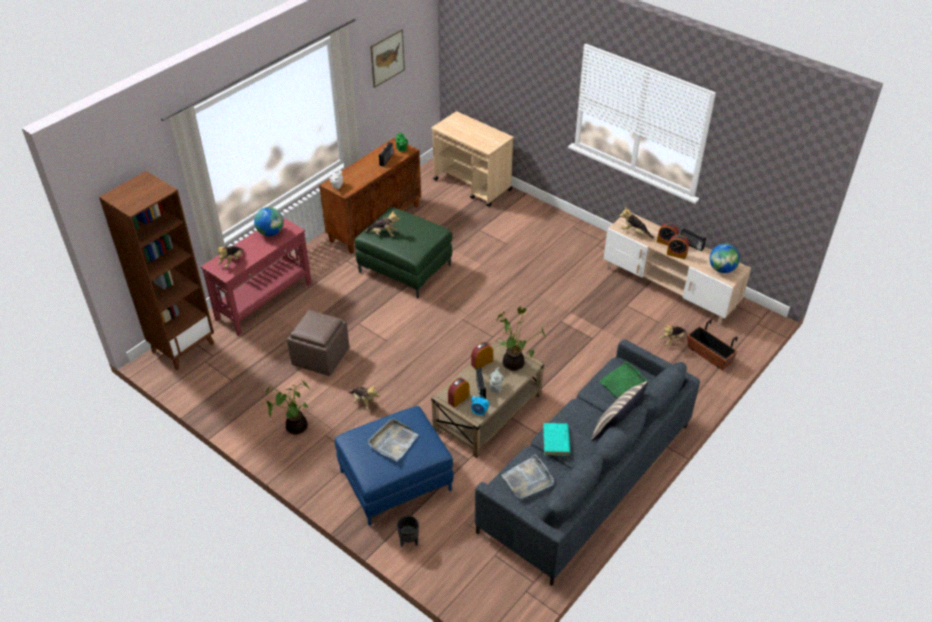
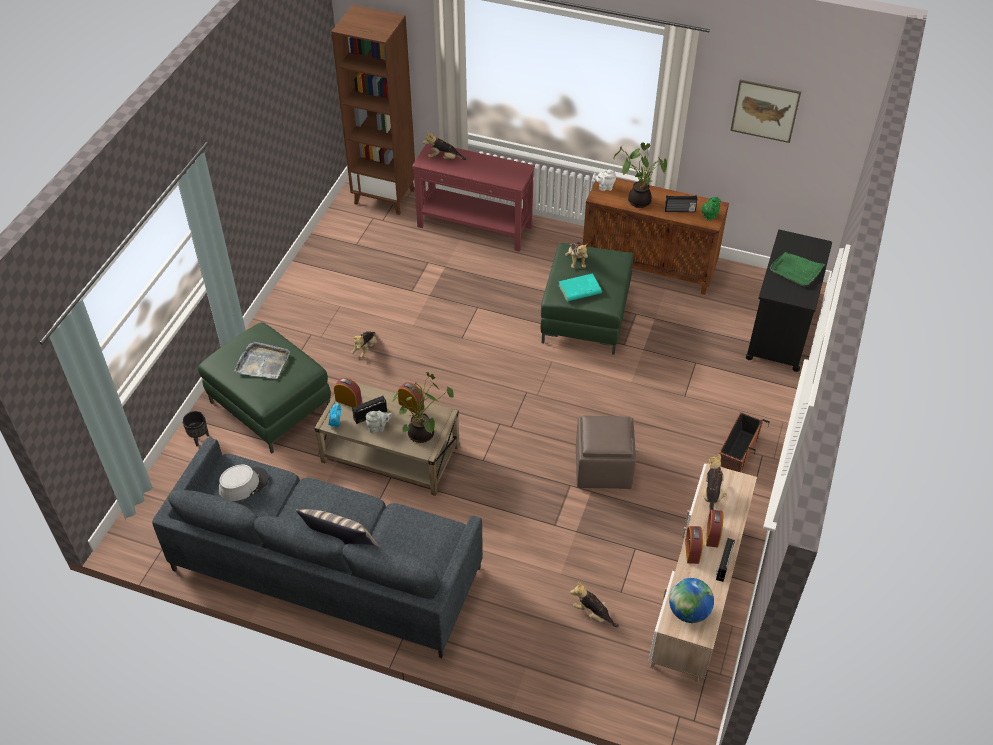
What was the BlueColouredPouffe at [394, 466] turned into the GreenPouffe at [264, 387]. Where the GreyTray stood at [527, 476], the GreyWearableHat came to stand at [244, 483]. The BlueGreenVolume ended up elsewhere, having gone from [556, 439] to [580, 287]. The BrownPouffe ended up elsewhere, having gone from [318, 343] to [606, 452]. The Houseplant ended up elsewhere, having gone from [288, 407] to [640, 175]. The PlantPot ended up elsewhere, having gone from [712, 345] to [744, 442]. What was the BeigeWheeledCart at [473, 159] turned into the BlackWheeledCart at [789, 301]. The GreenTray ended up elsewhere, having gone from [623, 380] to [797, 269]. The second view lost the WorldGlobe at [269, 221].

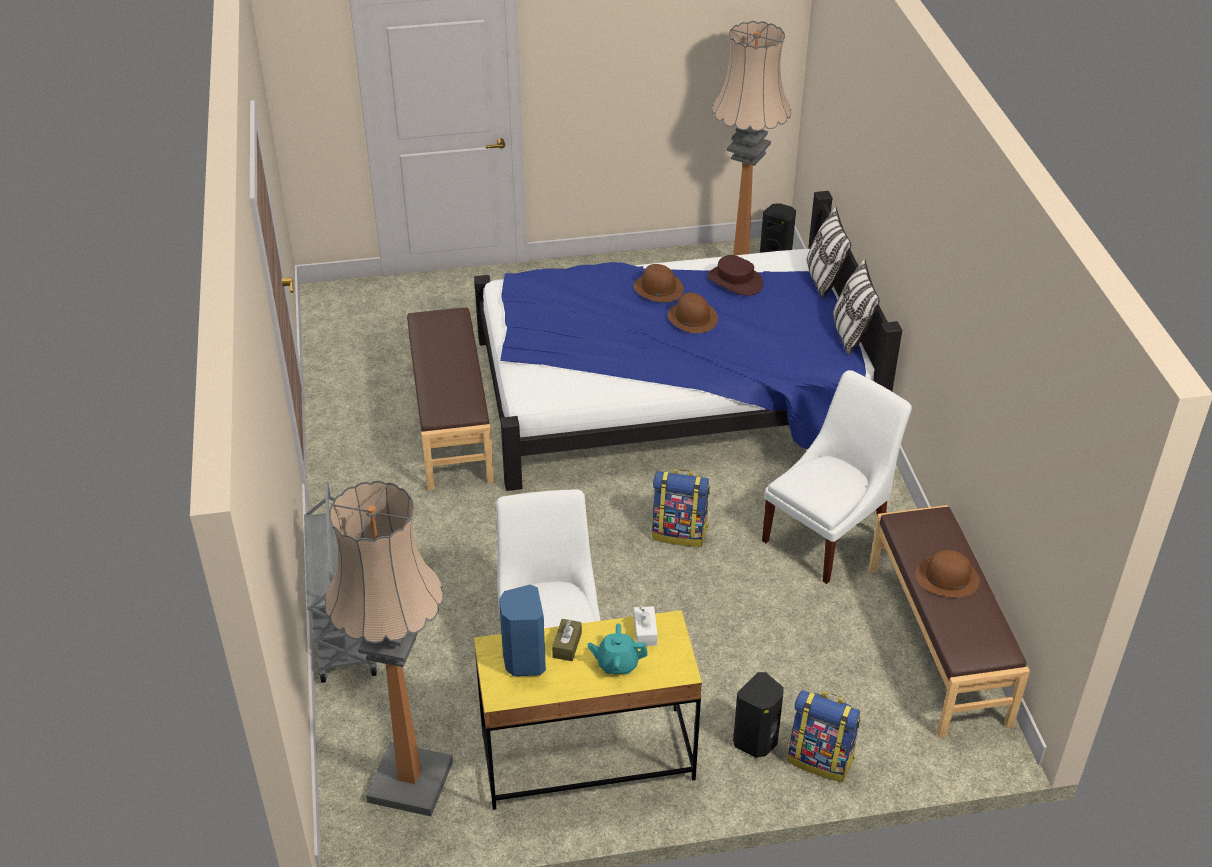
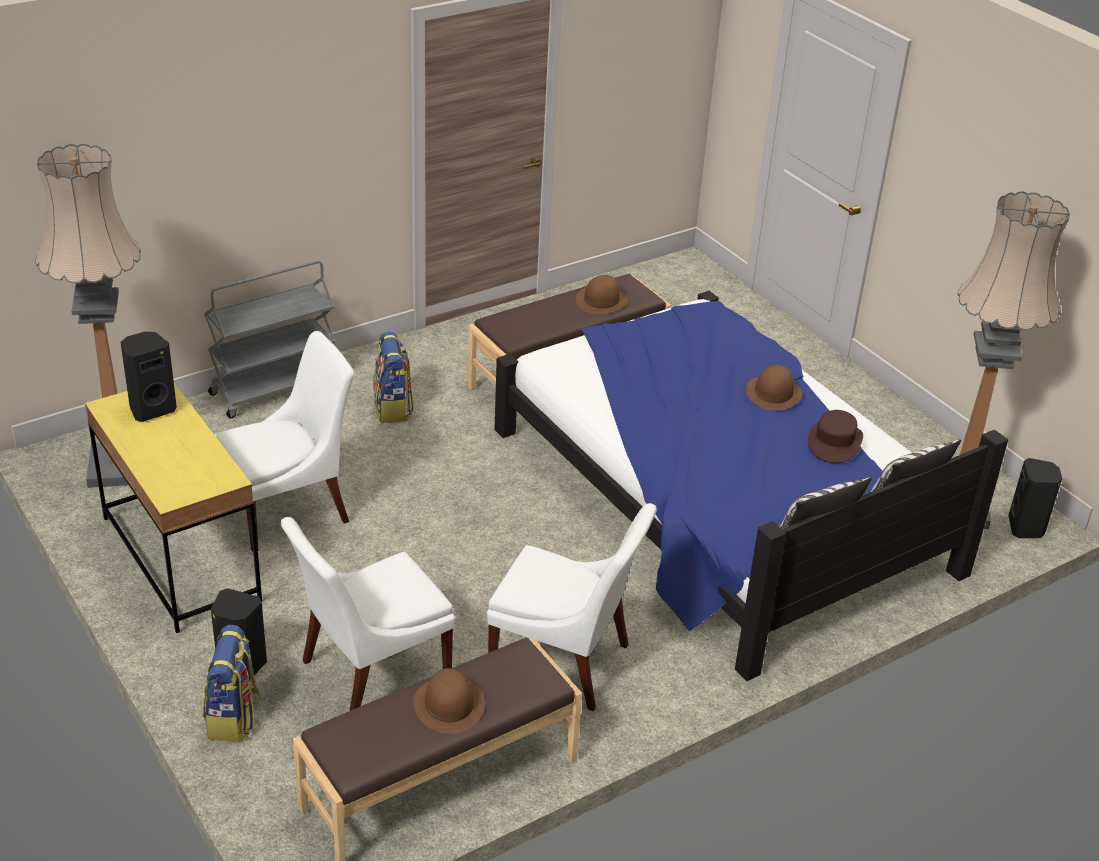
What was the BlueColouredAudioSpeaker at [522, 630] turned into the BlackAudioSpeaker at [148, 377]. The second view gained the WhitePlainChair at [368, 614]. The Rucksack ended up elsewhere, having gone from [681, 508] to [393, 377]. The BrownWearableHat ended up elsewhere, having gone from [693, 313] to [602, 294]. The second view lost the BrownTissueHolder at [567, 640]. The second view lost the BlueGreenTeapot at [618, 648]. The second view lost the WhiteTissueHolder at [646, 626].

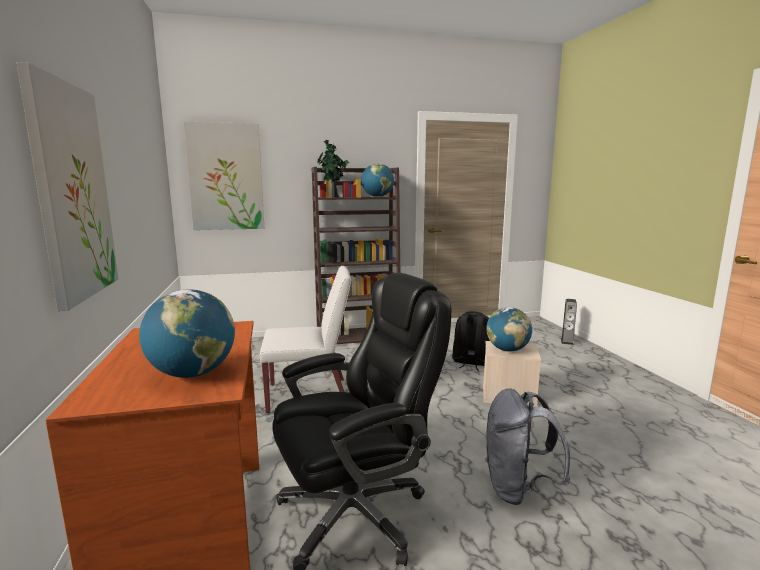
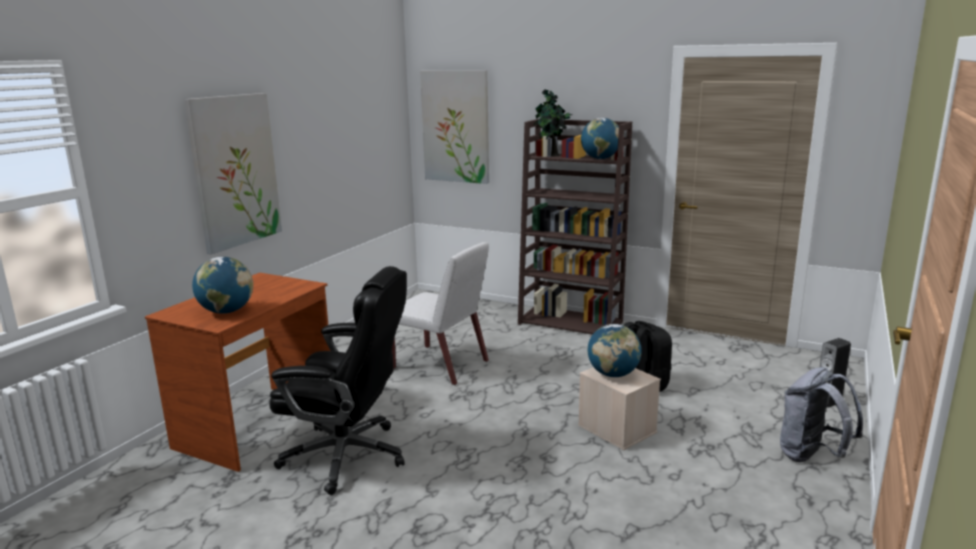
The GreyRucksack ended up elsewhere, having gone from [528, 446] to [821, 414].

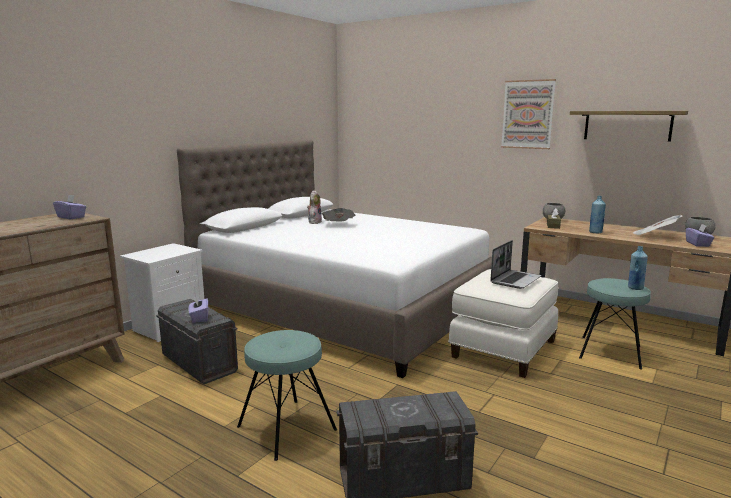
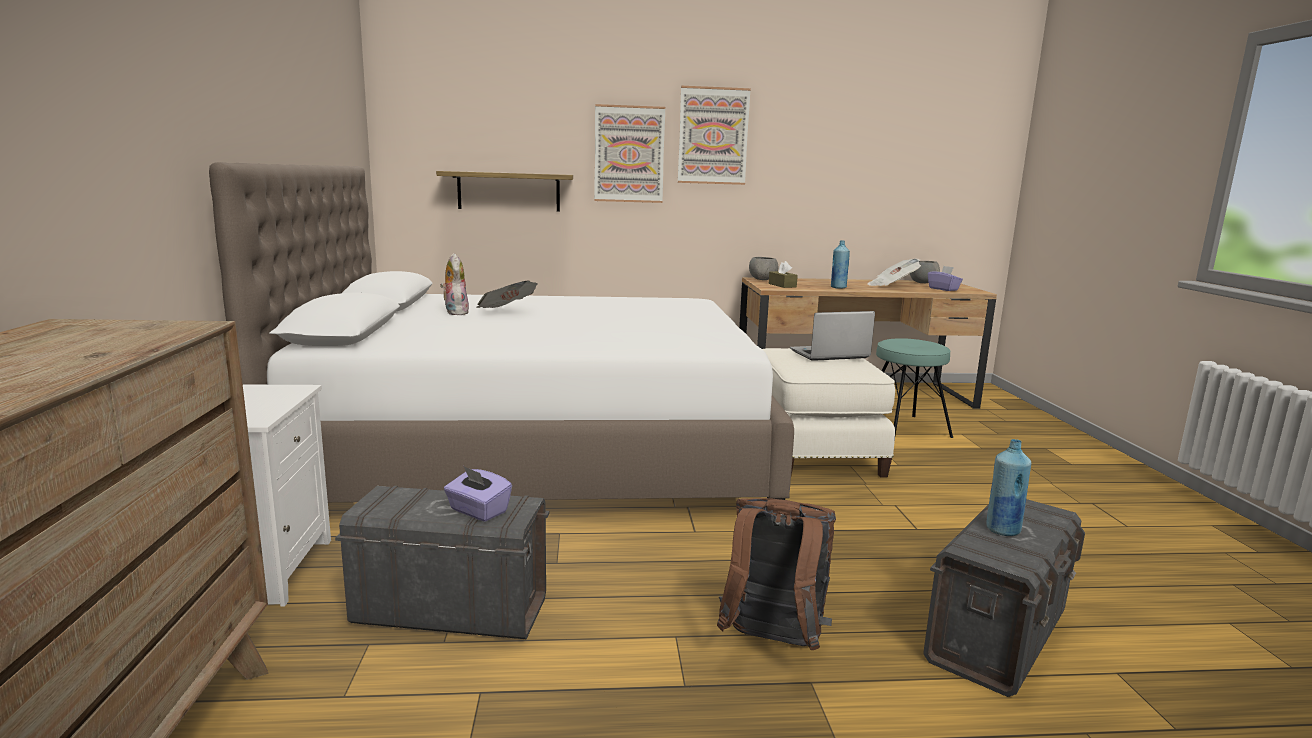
The BracketShelf ended up elsewhere, having gone from [629, 126] to [504, 191]. The second view gained the WallPicture at [629, 153]. Where the BlueGreenStool stood at [287, 395], the BrownRucksack came to stand at [776, 574]. The NotebookComputer at [515, 264] ended up facing another way, 105 degrees counterclockwise from before. The BlueColouredBeverageBottle ended up elsewhere, having gone from [638, 268] to [1008, 487]. The second view lost the PurpleColouredTissueHolder at [69, 207].

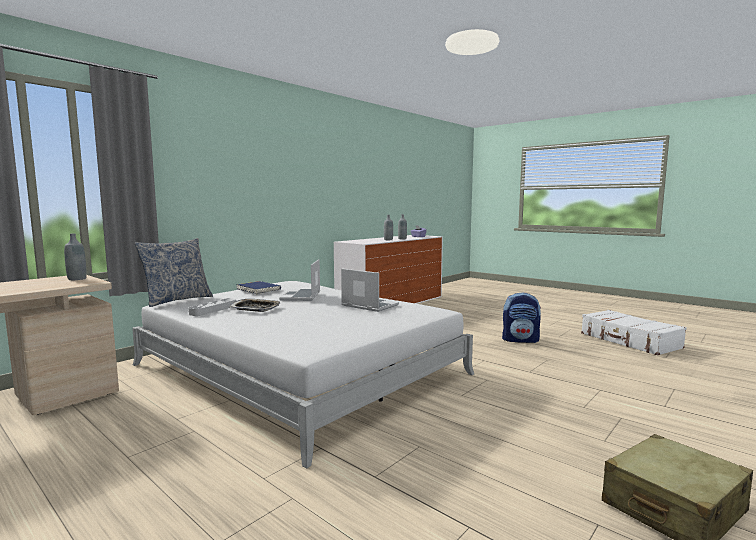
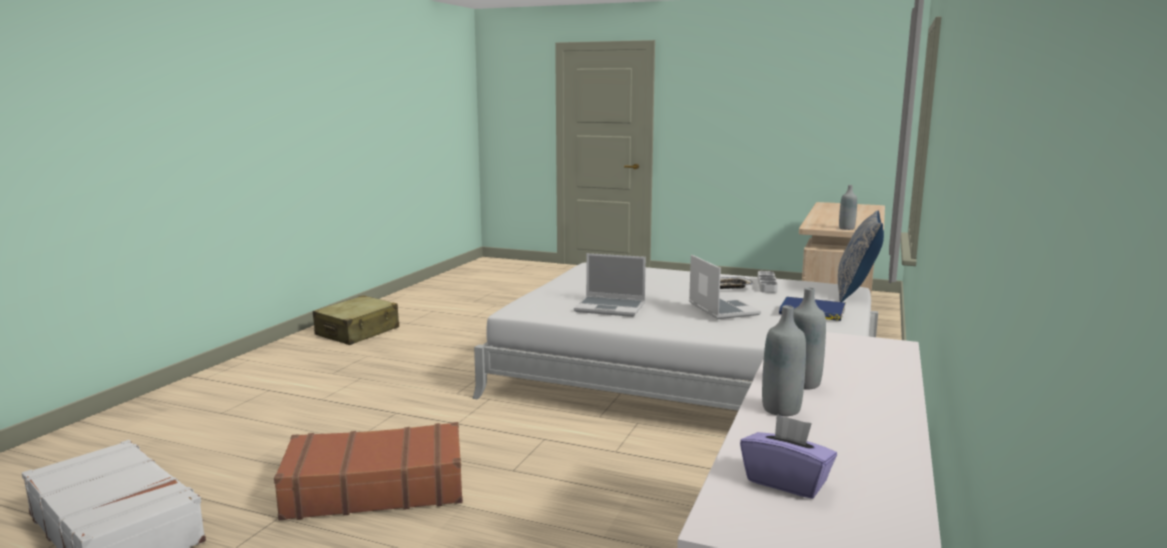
Where the Rucksack stood at [521, 317], the BrownSuitcase came to stand at [368, 471].

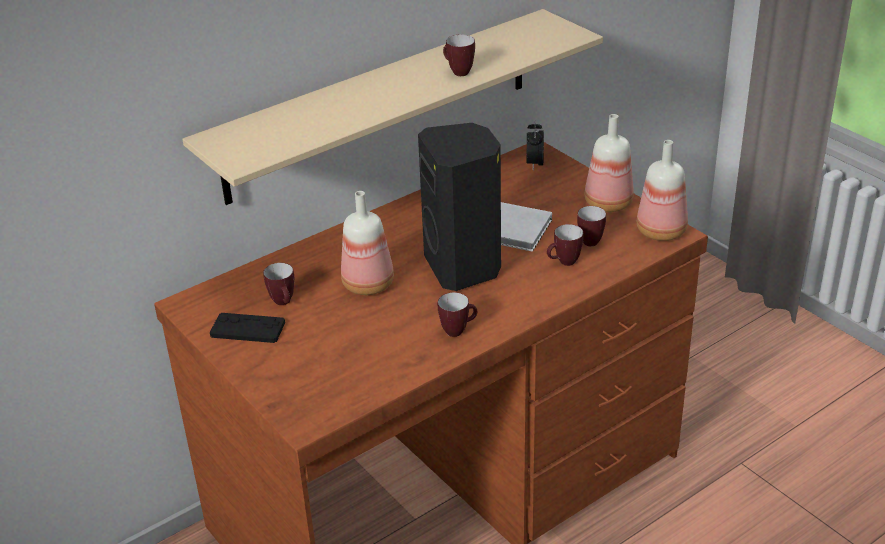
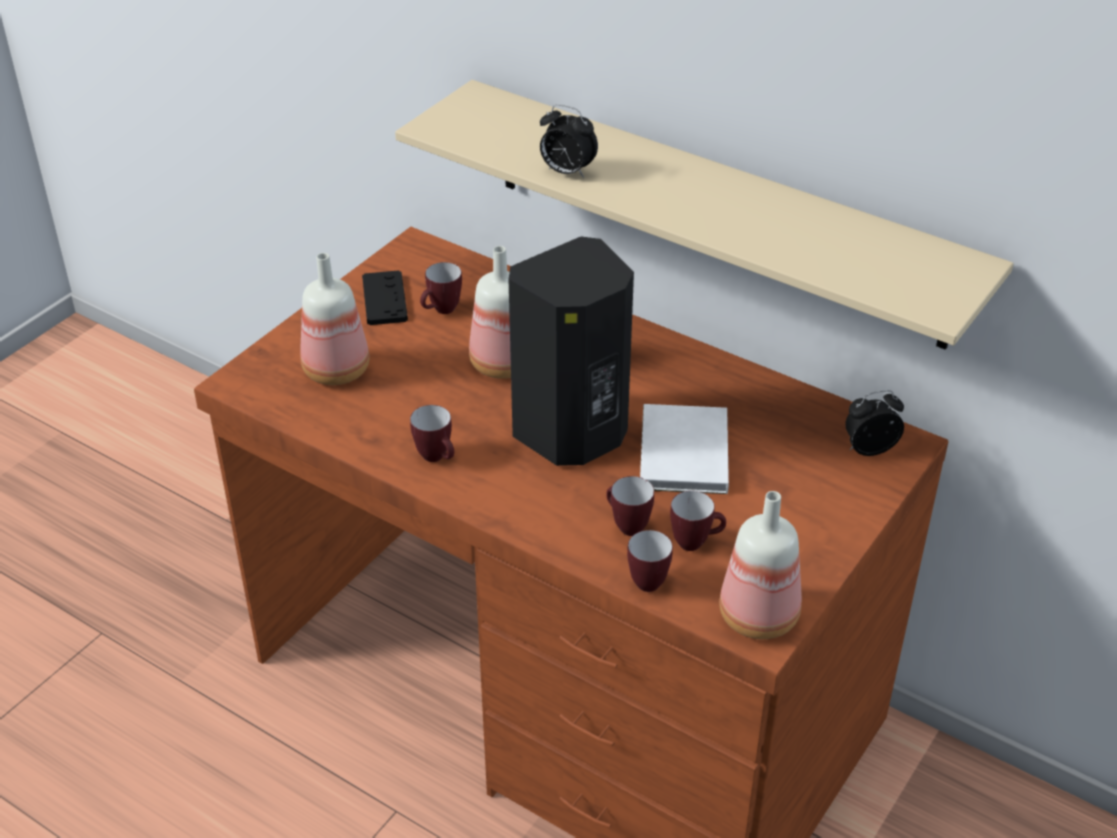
The BeverageBottle ended up elsewhere, having gone from [609, 163] to [334, 319]. The second view gained the AlarmClock at [569, 141]. The CoffeeMug ended up elsewhere, having gone from [459, 55] to [650, 561].

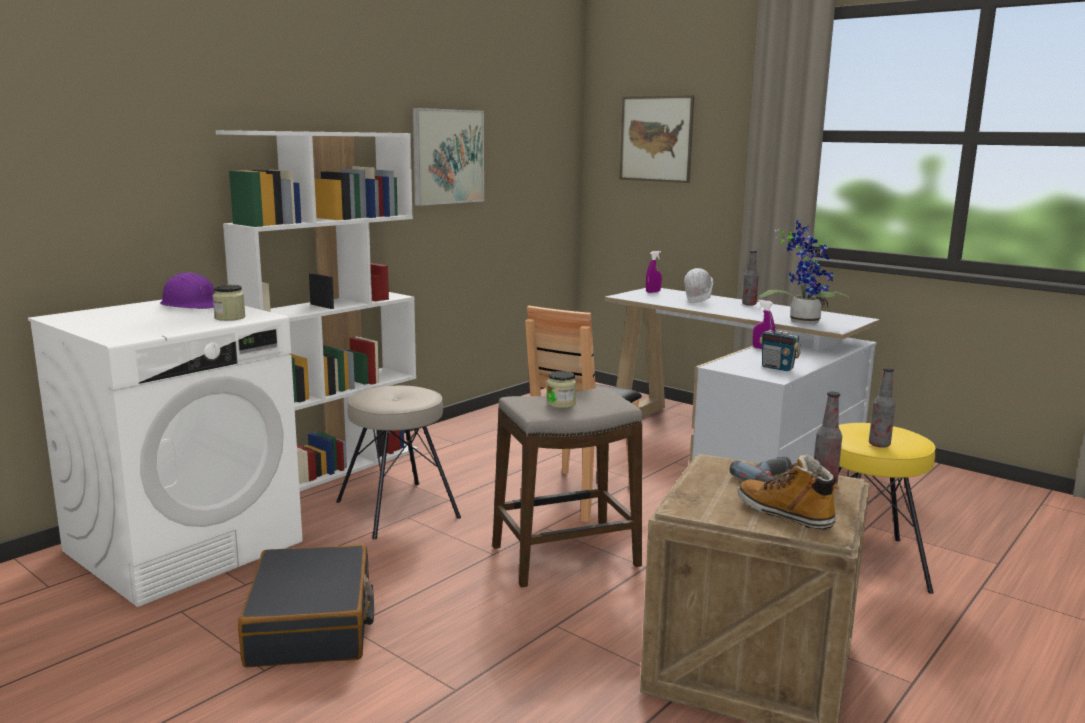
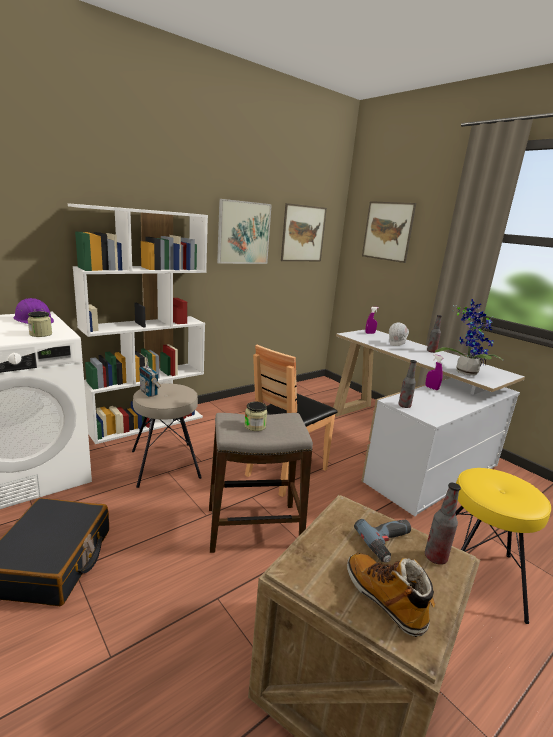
The Radio ended up elsewhere, having gone from [780, 341] to [150, 375]. The second view gained the WallPicture at [304, 232]. The BeverageBottle ended up elsewhere, having gone from [882, 407] to [407, 384].

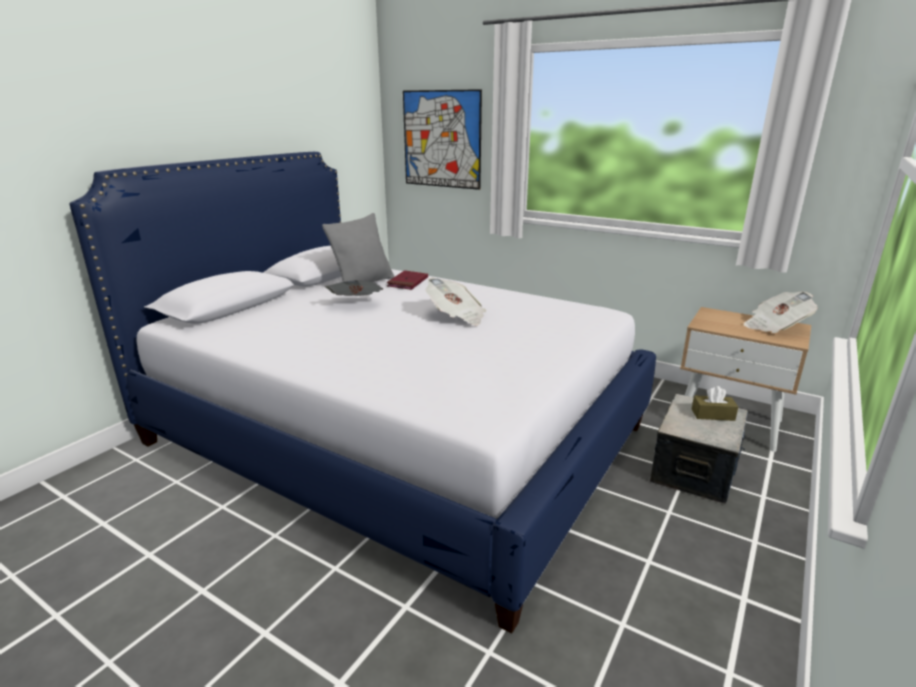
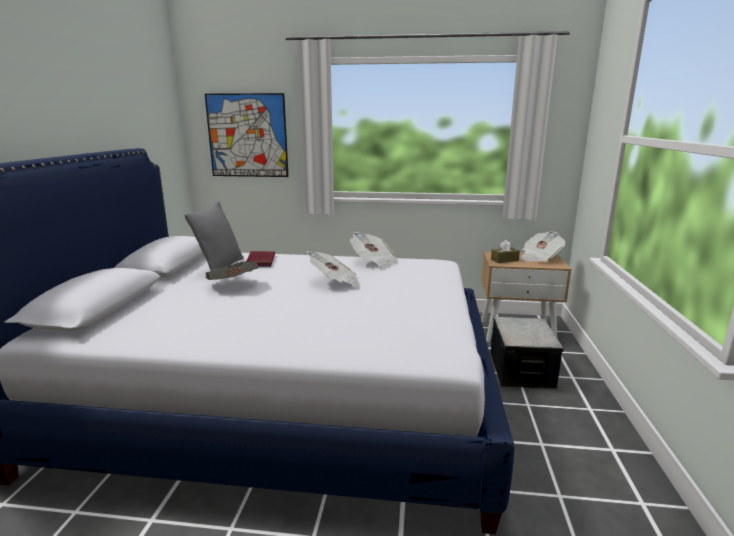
The second view gained the Newspaper at [373, 250]. The BrownTissueHolder ended up elsewhere, having gone from [715, 403] to [505, 251].

